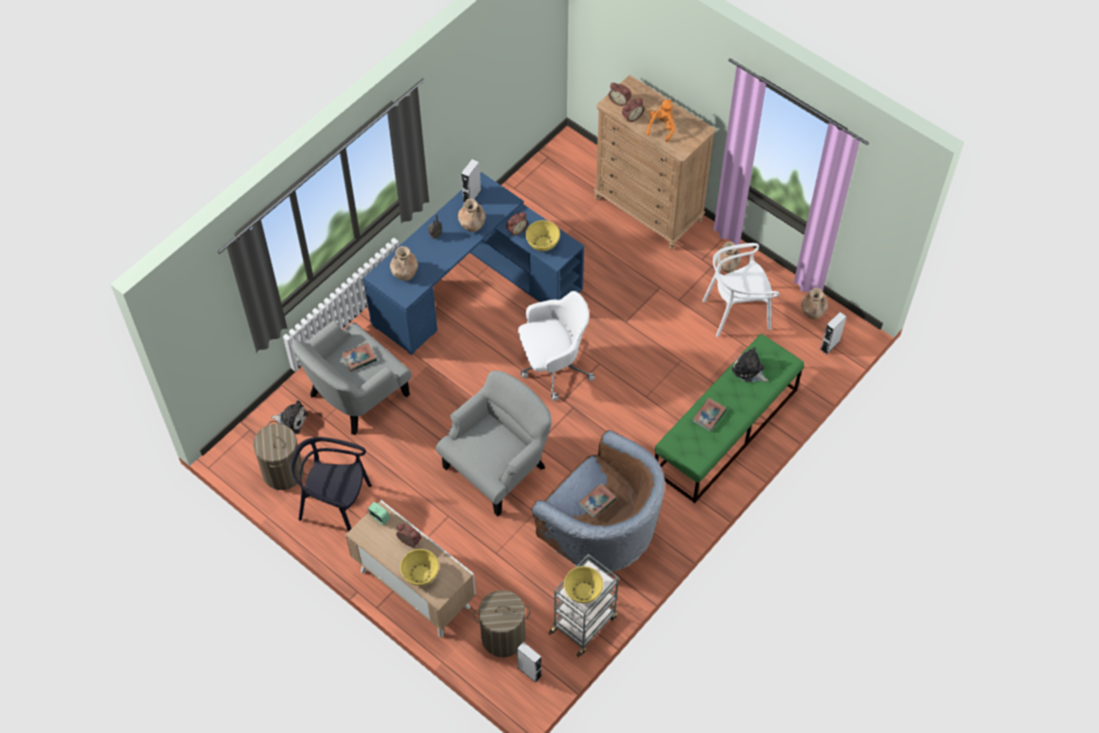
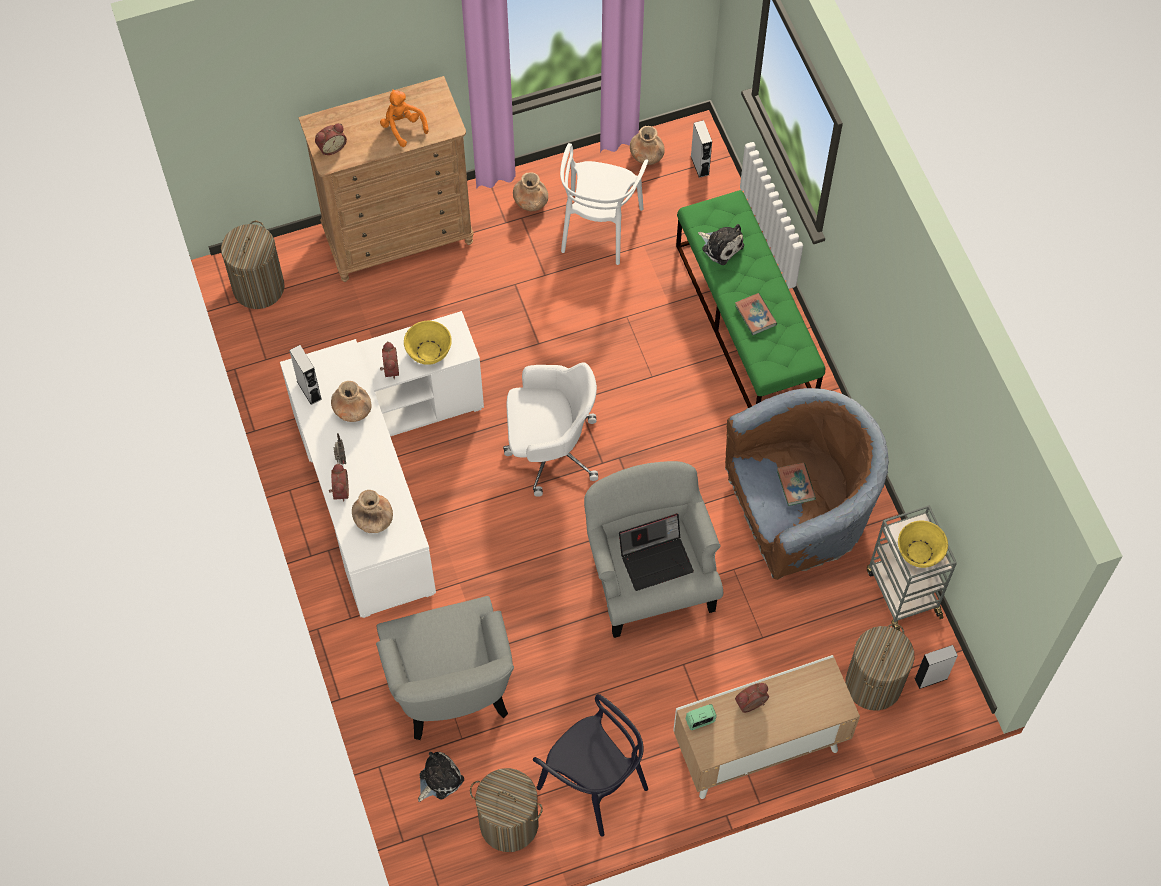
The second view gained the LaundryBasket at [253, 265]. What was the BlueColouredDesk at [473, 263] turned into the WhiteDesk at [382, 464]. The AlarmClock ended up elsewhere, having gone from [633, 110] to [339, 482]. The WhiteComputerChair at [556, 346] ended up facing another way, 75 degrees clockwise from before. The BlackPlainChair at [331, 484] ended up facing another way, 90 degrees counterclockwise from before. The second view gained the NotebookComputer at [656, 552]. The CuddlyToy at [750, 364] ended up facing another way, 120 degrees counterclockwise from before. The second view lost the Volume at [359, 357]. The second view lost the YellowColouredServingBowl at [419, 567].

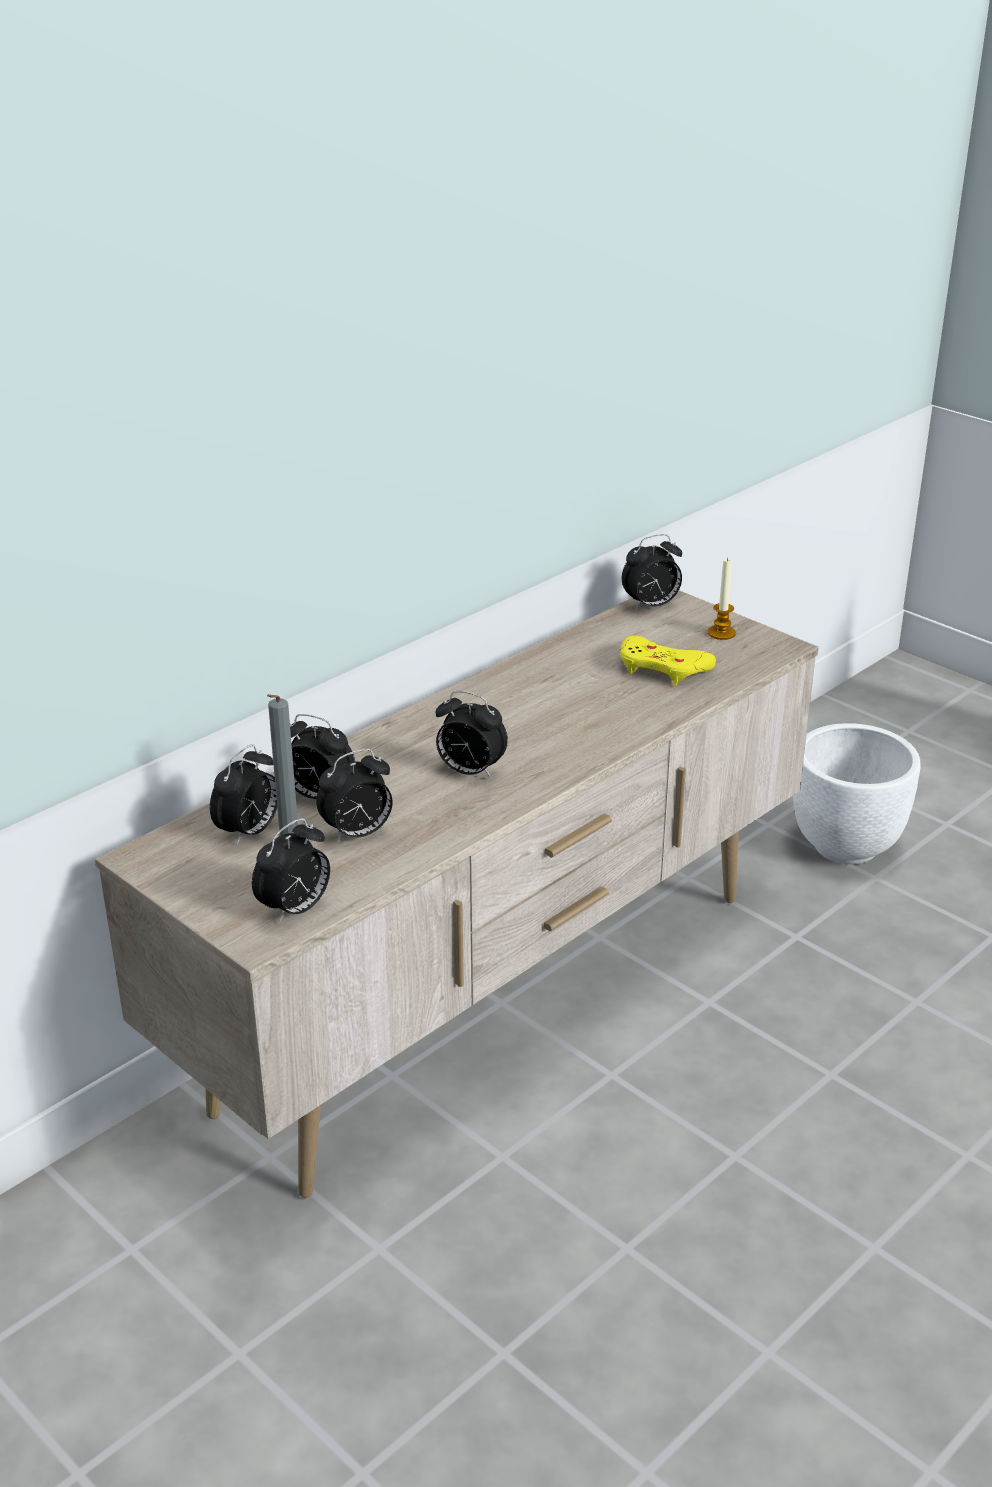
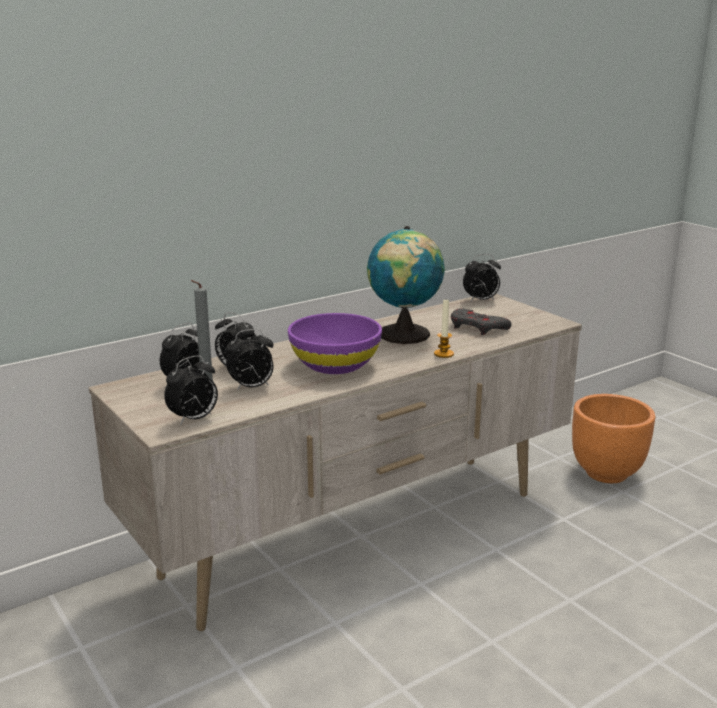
Where the AlarmClock stood at [471, 735], the PurpleColouredServingBowl came to stand at [335, 343]. The second view gained the WorldGlobe at [406, 285]. The WaxLight ended up elsewhere, having gone from [722, 599] to [444, 329]. What was the YellowColouredGamepad at [668, 660] turned into the GreyGamepad at [481, 321]. What was the WhitePlantPot at [856, 794] turned into the OrangePlantPot at [613, 438].

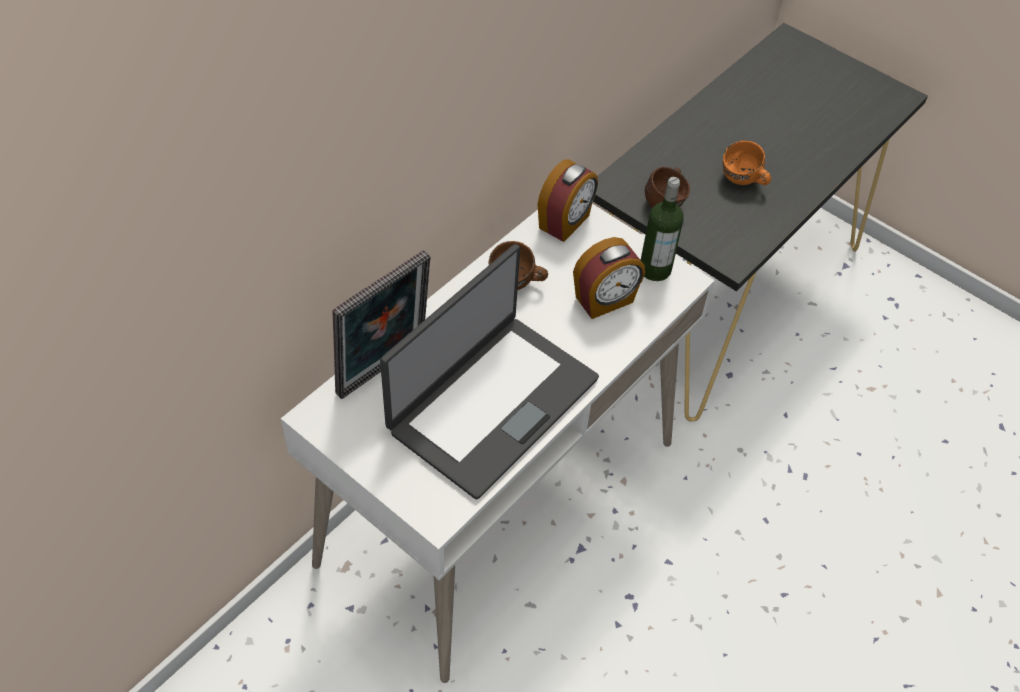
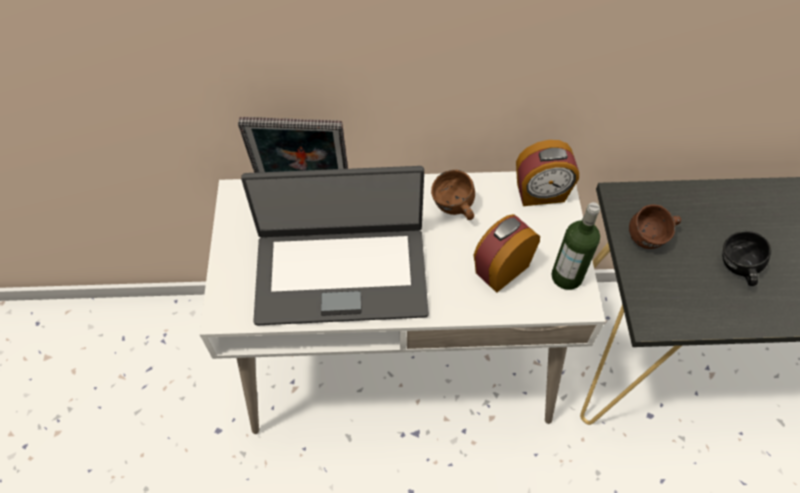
The AlarmClock at [609, 278] ended up facing another way, 120 degrees clockwise from before. What was the OrangeCoffeeMug at [747, 162] turned into the BlackCoffeeMug at [746, 258].

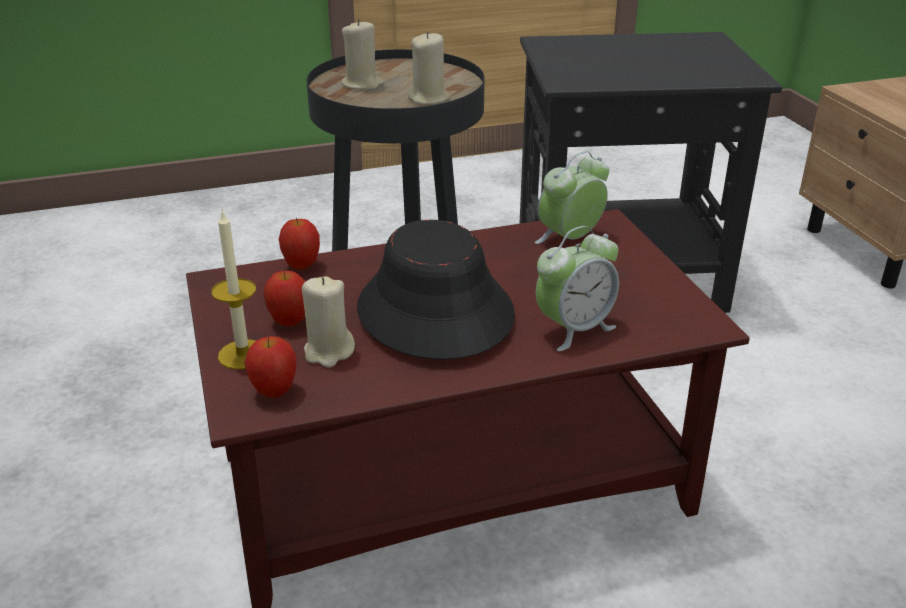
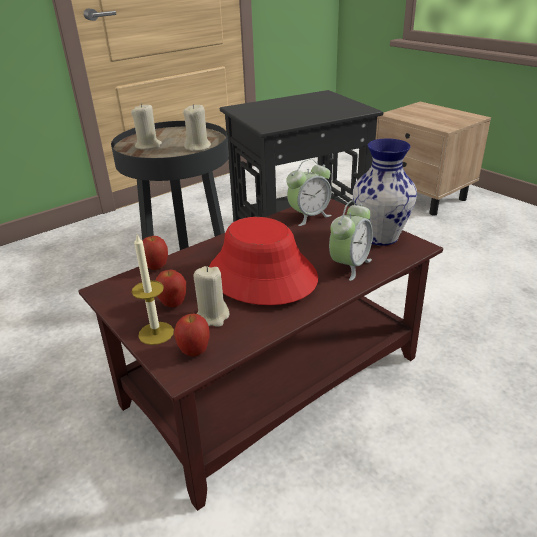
What was the BlackWearableHat at [436, 290] turned into the RedColouredWearableHat at [263, 261]. The AlarmClock at [572, 197] ended up facing another way, 150 degrees counterclockwise from before. The second view gained the DecorativeVase at [385, 192].

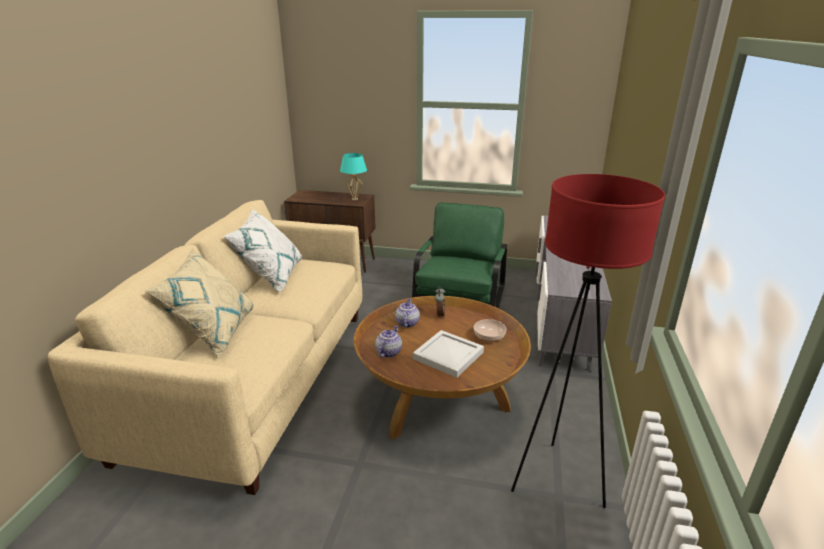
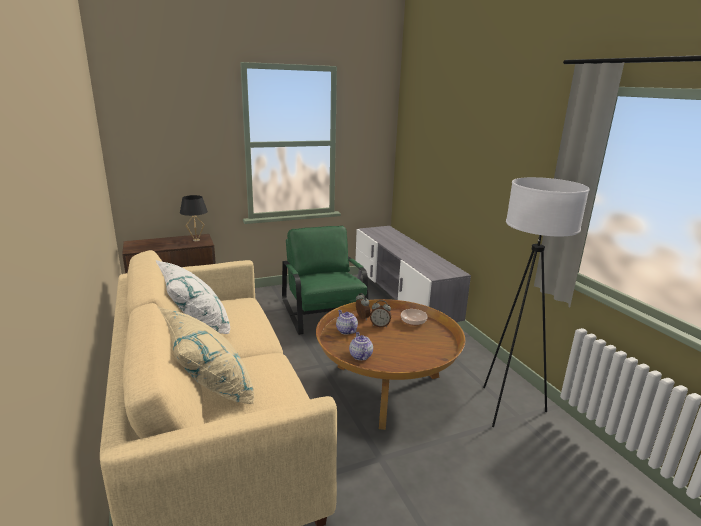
What was the BlueGreenLampForATable at [353, 176] turned into the BlackLampForATable at [194, 218]. The second view gained the AlarmClock at [380, 313]. What was the RedColouredStandingLamp at [588, 341] turned into the WhiteStandingLamp at [536, 302]. The second view lost the WhiteTray at [448, 354].

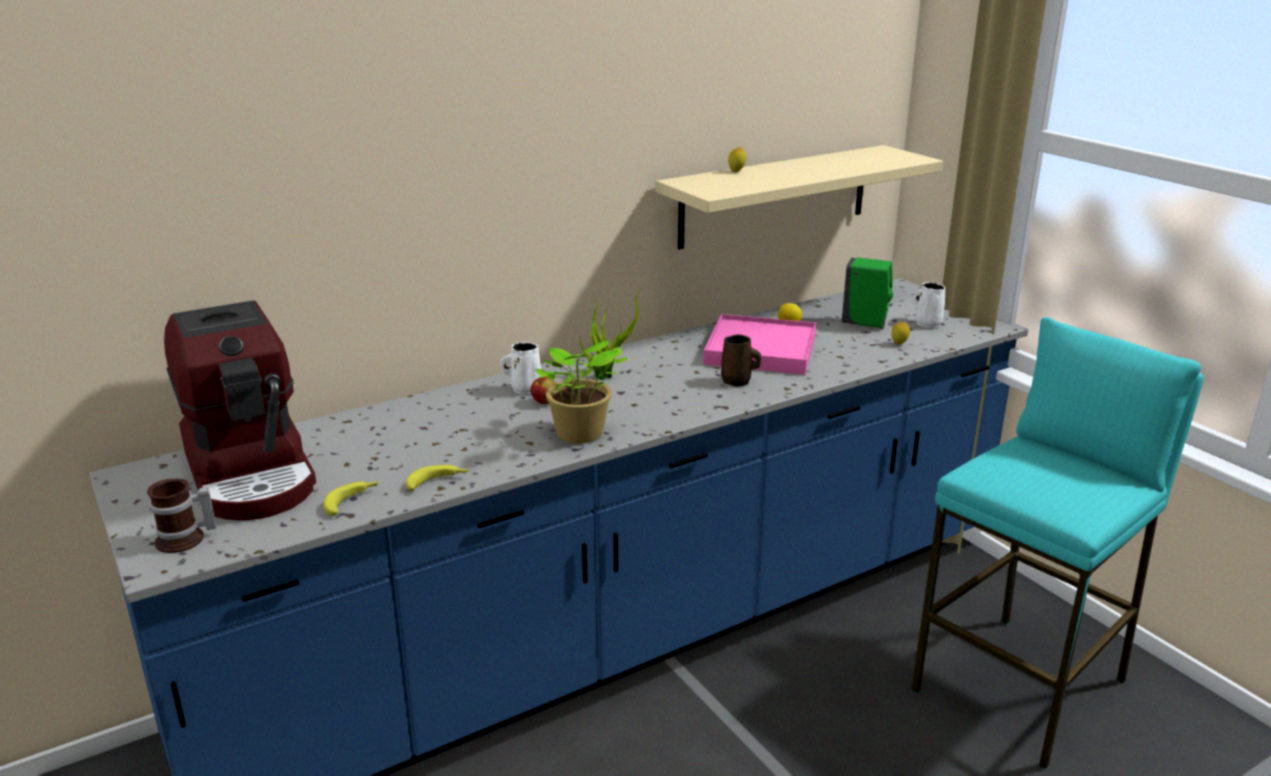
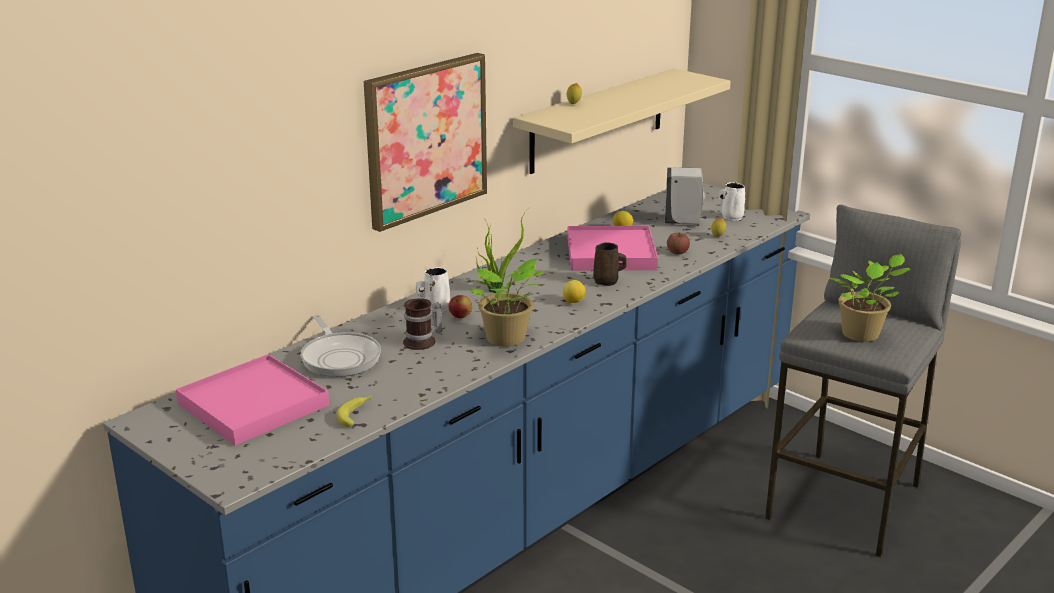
Where the CoffeeMaker stood at [240, 410], the PinkColouredTray came to stand at [252, 400]. The second view gained the Pan at [341, 346]. The second view gained the WallPicture at [425, 142]. The CoffeeMug ended up elsewhere, having gone from [181, 516] to [422, 324]. The second view gained the WholeLemon at [574, 291]. What was the GreenLiquidSoapBottle at [867, 293] turned into the WhiteLiquidSoapBottle at [685, 196]. The second view gained the WholeApple at [678, 244]. What was the BlueGreenStool at [1057, 543] turned into the GreyStool at [863, 381]. The second view gained the Houseplant at [870, 298]. The second view lost the WholeBanana at [437, 478].

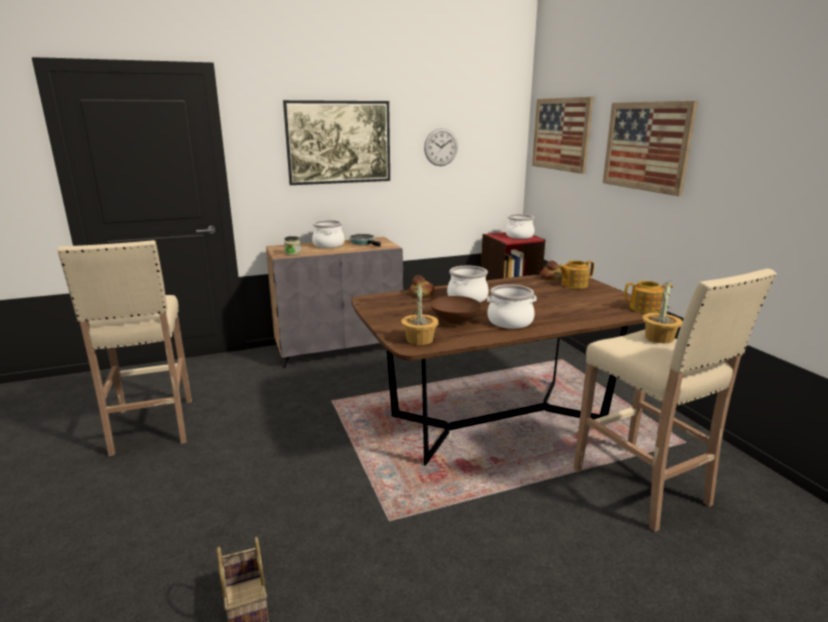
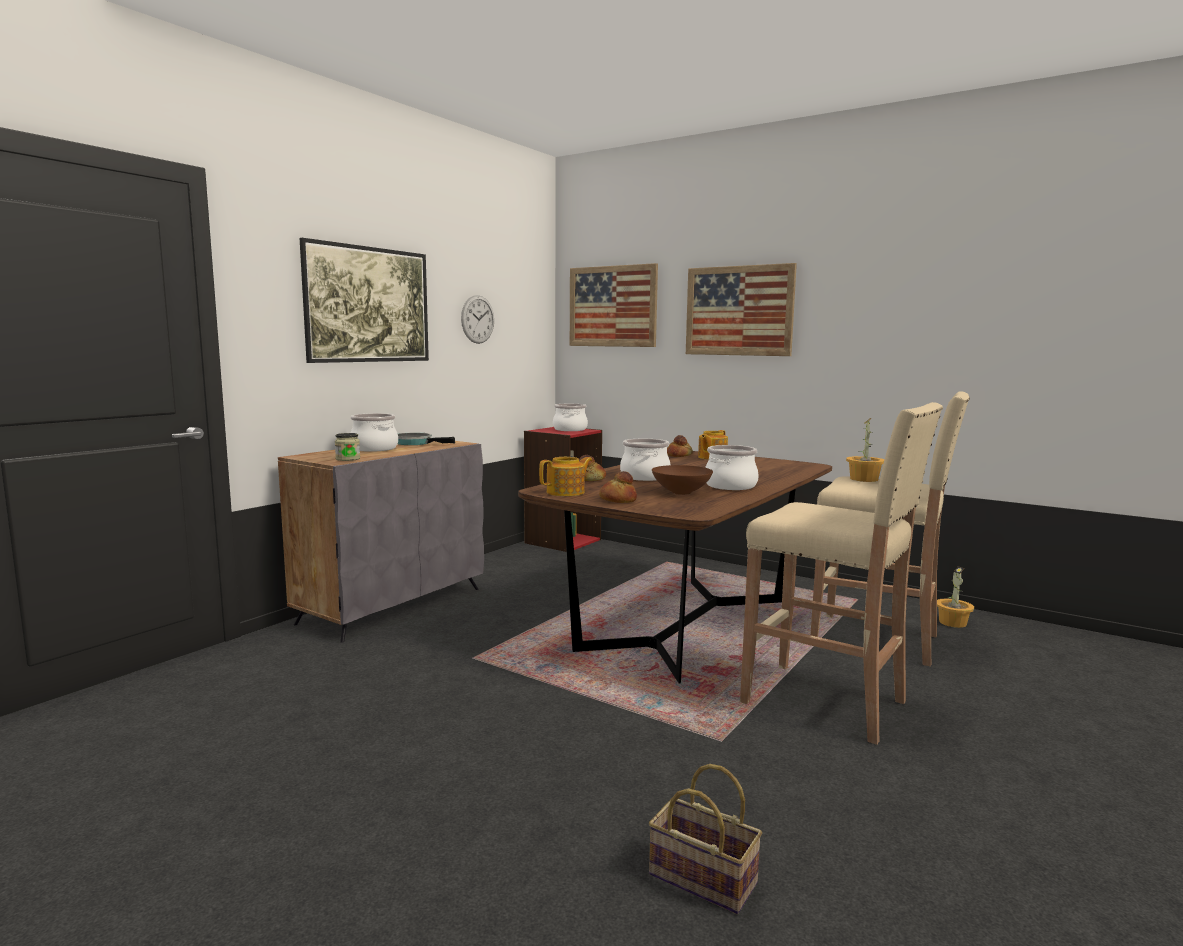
The Teapot ended up elsewhere, having gone from [648, 297] to [565, 476]. The second view gained the BakedBread at [618, 487]. The BeigeStool ended up elsewhere, having gone from [124, 348] to [841, 573]. The Houseplant ended up elsewhere, having gone from [419, 313] to [955, 597].

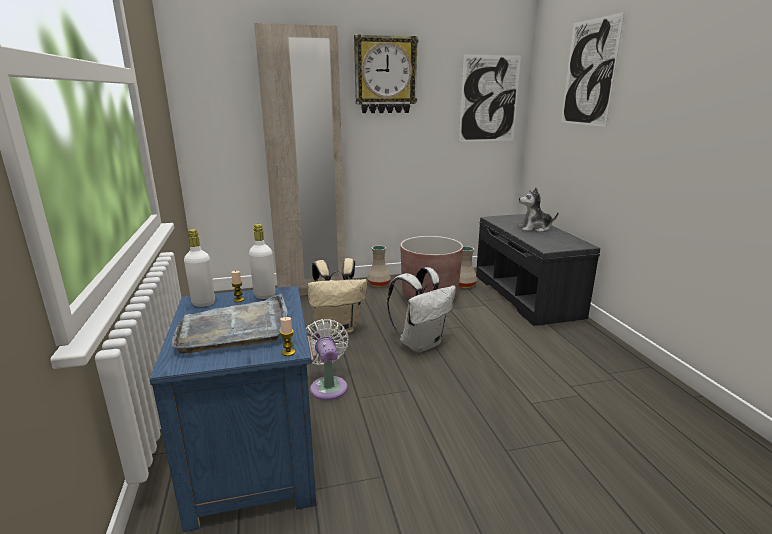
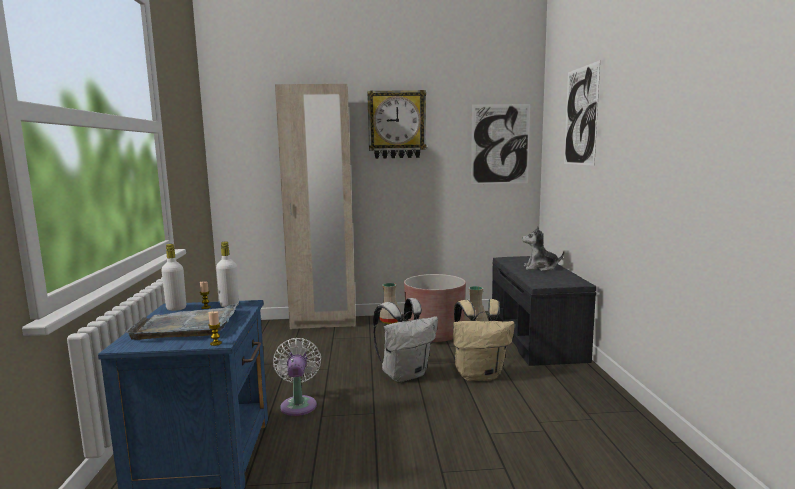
The BeigeRucksack ended up elsewhere, having gone from [337, 296] to [484, 340].

